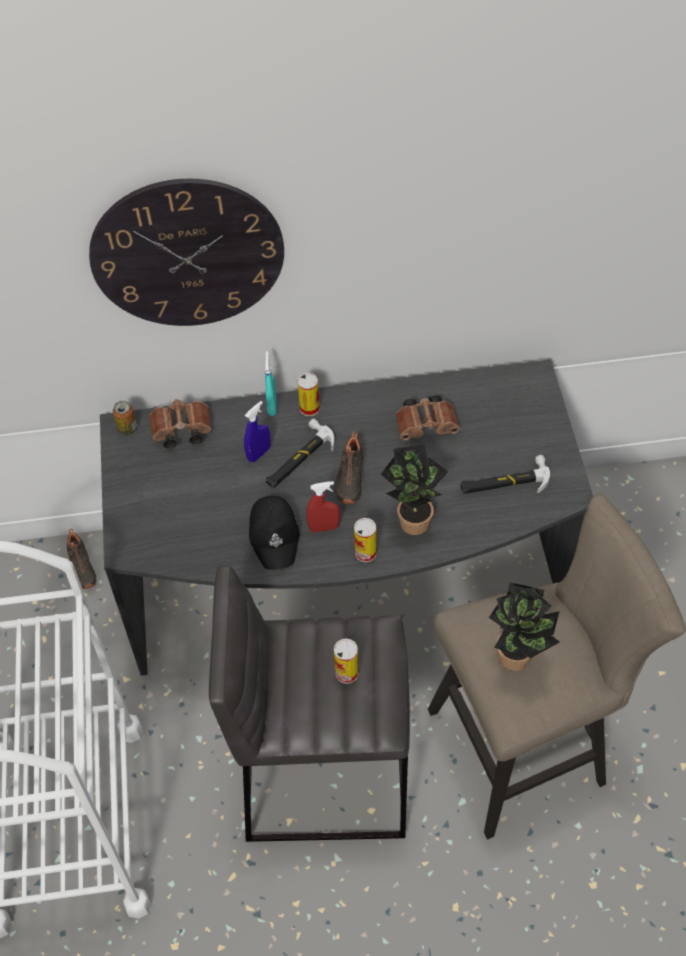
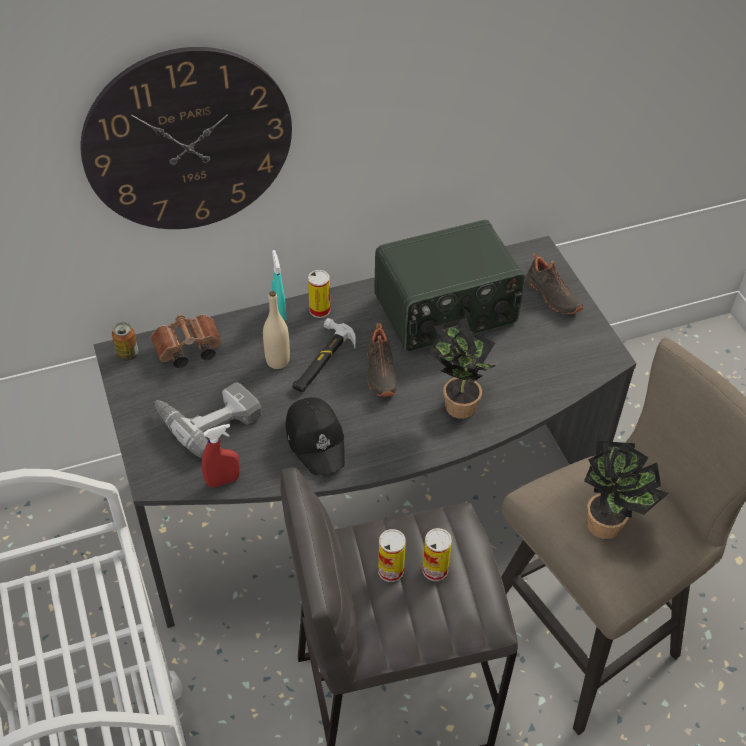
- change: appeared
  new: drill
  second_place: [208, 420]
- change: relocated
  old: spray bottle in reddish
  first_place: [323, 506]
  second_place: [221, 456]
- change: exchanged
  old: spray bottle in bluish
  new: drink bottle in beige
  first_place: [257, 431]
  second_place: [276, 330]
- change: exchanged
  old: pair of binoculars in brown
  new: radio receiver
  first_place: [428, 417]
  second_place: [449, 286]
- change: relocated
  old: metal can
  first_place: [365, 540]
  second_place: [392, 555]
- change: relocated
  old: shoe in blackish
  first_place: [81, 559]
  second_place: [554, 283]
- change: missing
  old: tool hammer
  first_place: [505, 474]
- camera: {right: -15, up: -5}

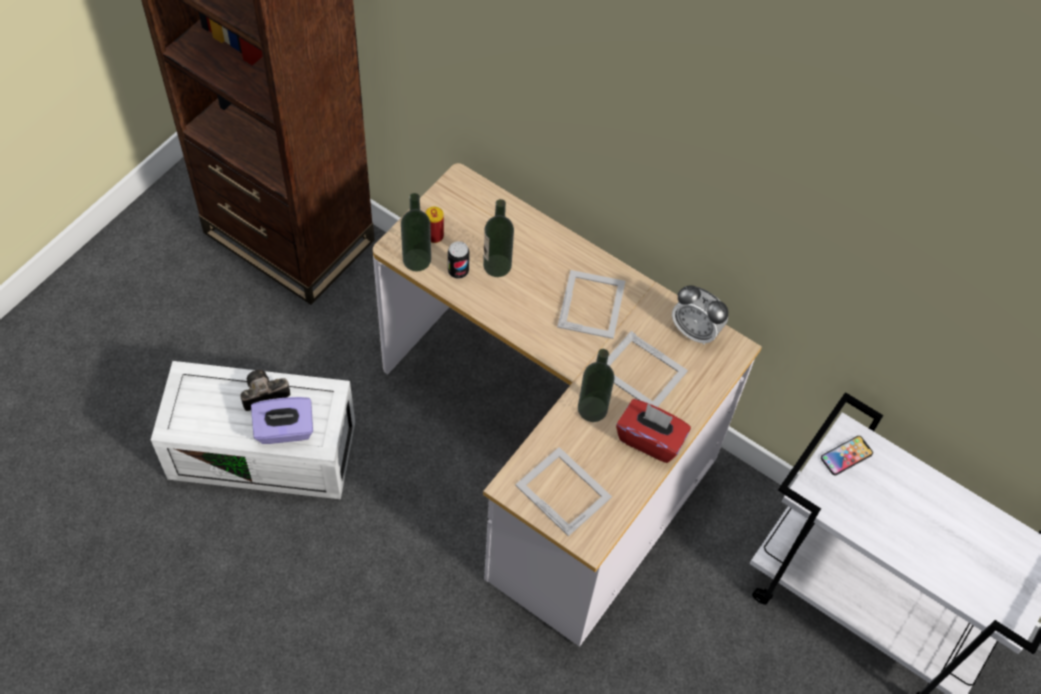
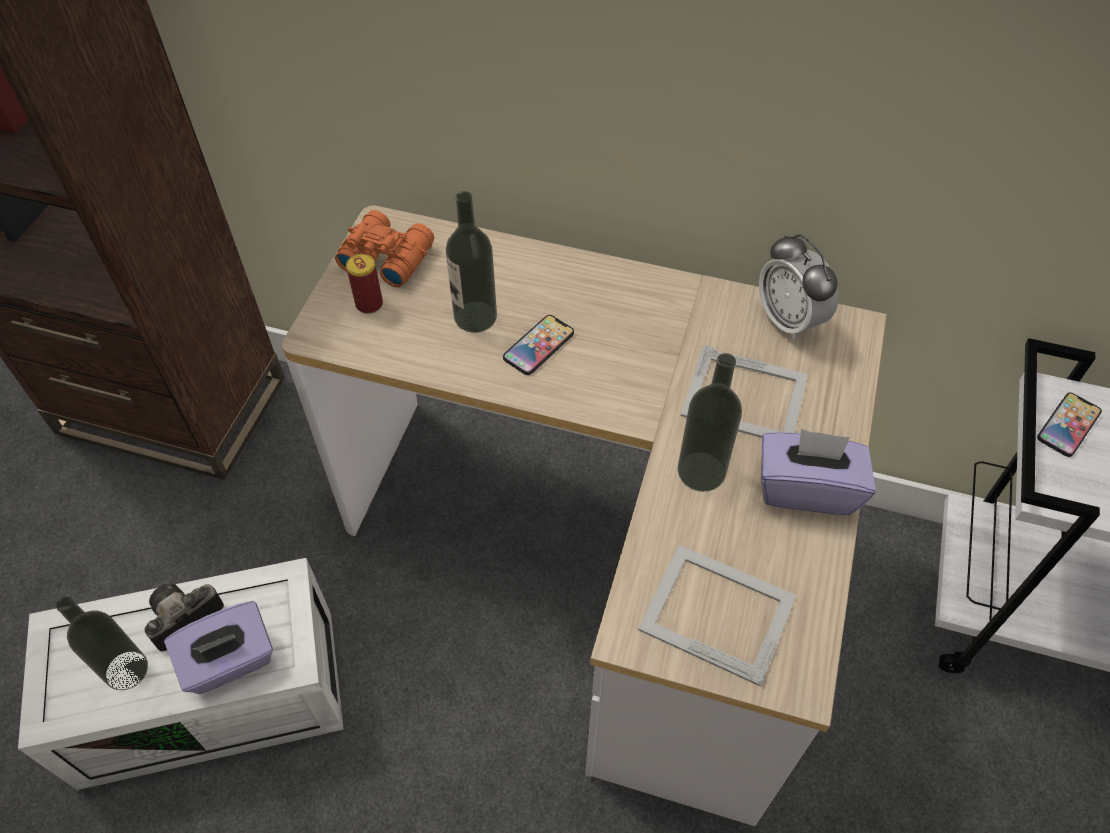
- change: relocated
  old: drink bottle
  first_place: [416, 232]
  second_place: [102, 643]
- change: appeared
  new: pair of binoculars in orangey
  second_place: [384, 248]
- change: appeared
  new: phone
  second_place: [538, 345]
- change: spun
  old: table clock
  first_place: [700, 315]
  second_place: [799, 287]
  degrees: 45
- change: colour
  old: box of tissues in reddish
  new: box of tissues in purplish
  first_place: [653, 431]
  second_place: [818, 471]
- change: missing
  old: metal can
  first_place: [459, 260]
- change: missing
  old: photo frame
  first_place: [591, 304]
- camera: {right: -15, up: -5}

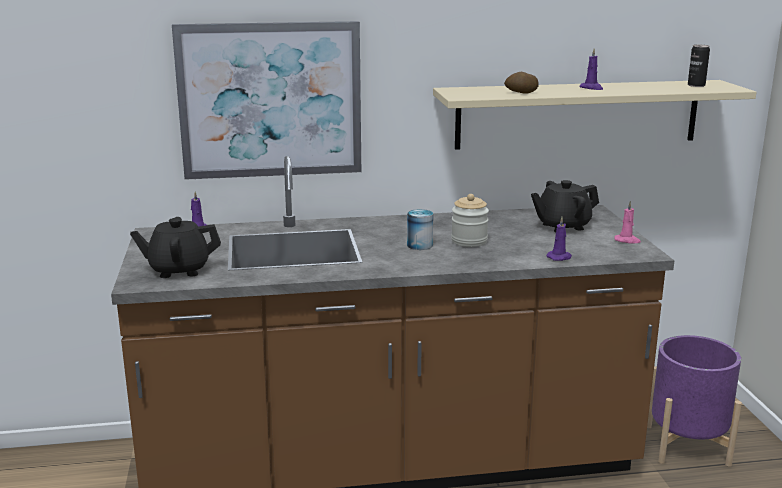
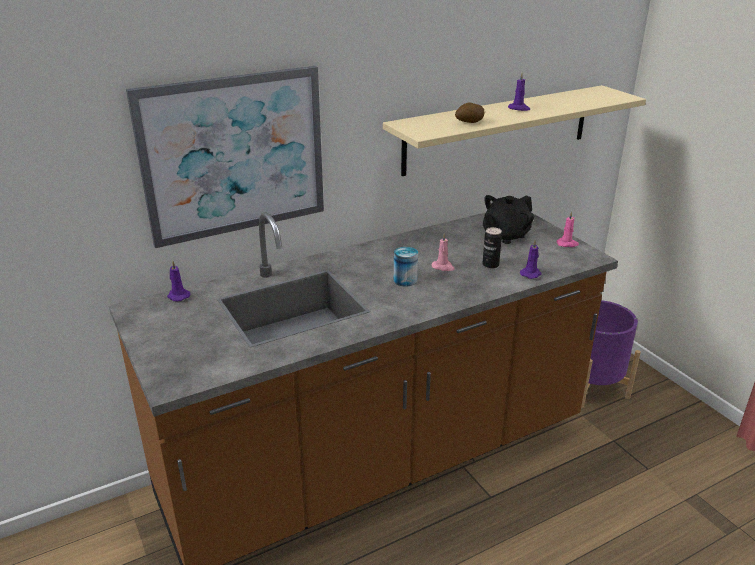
- change: exchanged
  old: preserve jar
  new: wax candle in pink
  first_place: [470, 220]
  second_place: [443, 252]
- change: relocated
  old: metal can
  first_place: [699, 66]
  second_place: [492, 248]
- change: missing
  old: tea pot in blackish
  first_place: [175, 247]
- camera: {right: -20, up: 10}

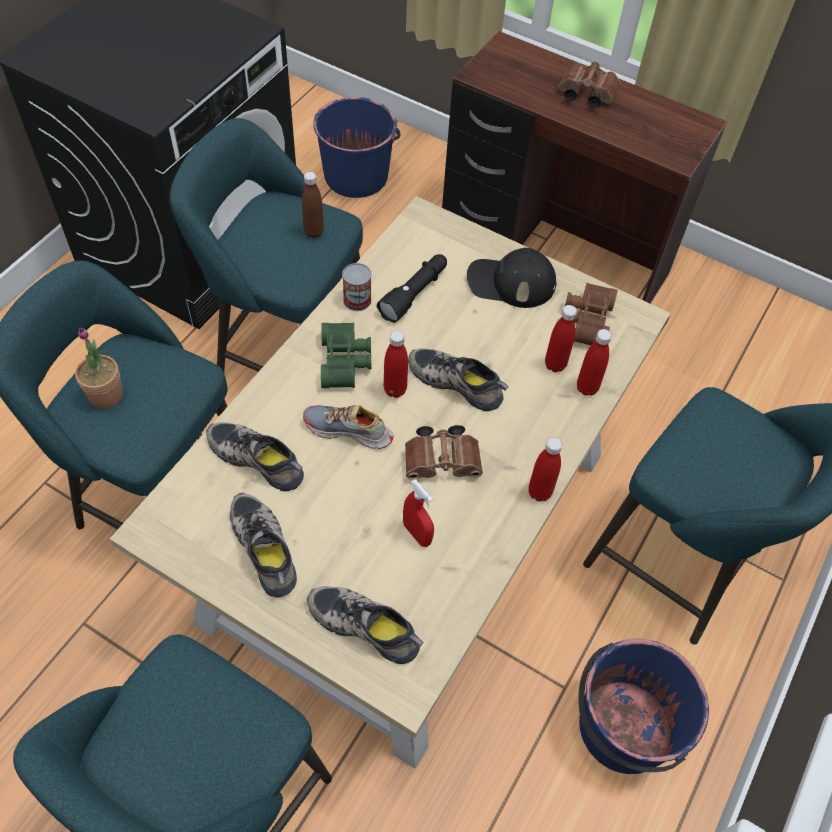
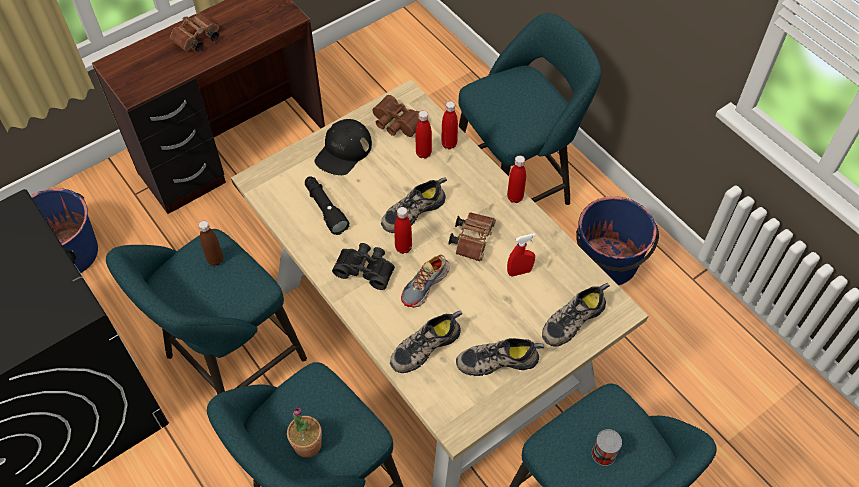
- change: colour
  old: pair of binoculars in greenish
  new: pair of binoculars in blackish
  first_place: [346, 355]
  second_place: [363, 266]
- change: relocated
  old: metal can
  first_place: [356, 287]
  second_place: [607, 447]
- camera: {right: -65, up: 0}

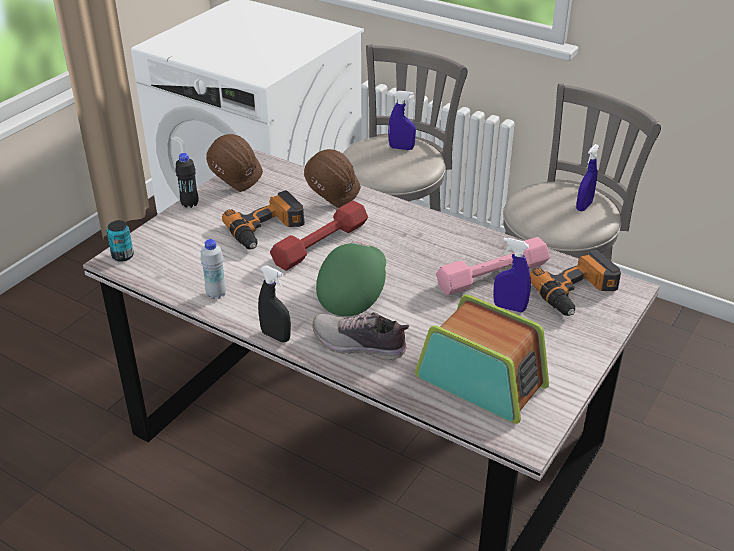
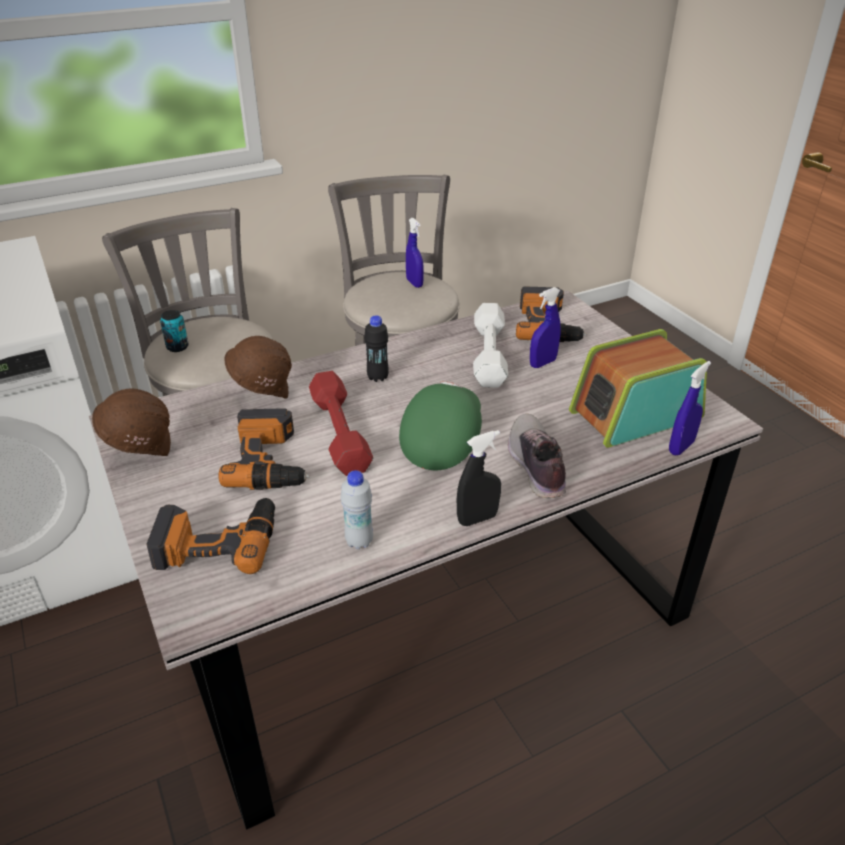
- change: appeared
  new: drill
  second_place: [211, 536]
- change: relocated
  old: metal can
  first_place: [120, 241]
  second_place: [174, 331]
- change: relocated
  old: drink bottle in blackish
  first_place: [187, 180]
  second_place: [376, 348]
- change: spun
  old: baseball cap in greenish
  first_place: [351, 278]
  second_place: [440, 425]
  degrees: 60
- change: colour
  old: dumbbell in pink
  new: dumbbell in white
  first_place: [493, 266]
  second_place: [490, 345]
- change: spun
  old: shoe
  first_place: [360, 336]
  second_place: [537, 455]
  degrees: 120
- change: relocated
  old: spray bottle in bluish
  first_place: [402, 120]
  second_place: [690, 408]
- camera: {right: -60, up: 0}

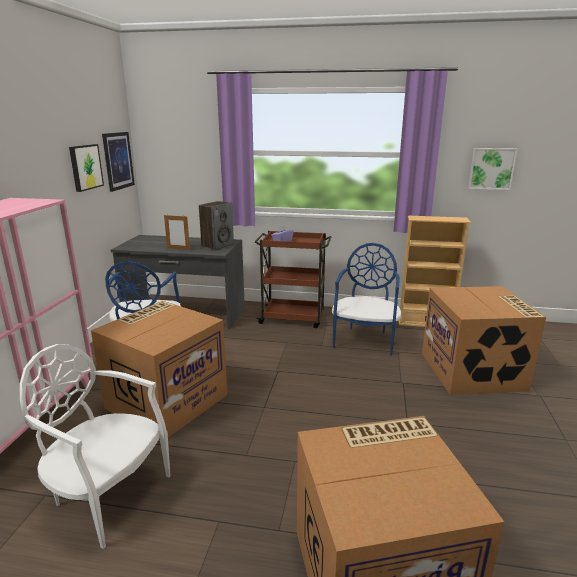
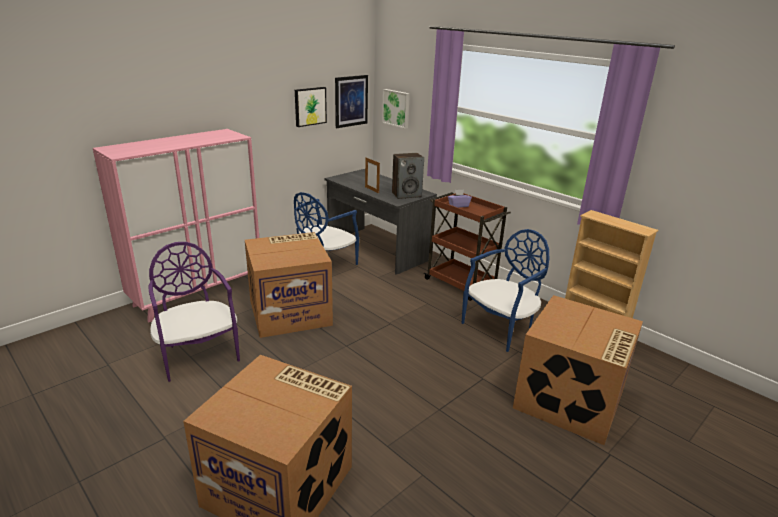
- change: colour
  old: upright chair in white
  new: upright chair in purplish
  first_place: [95, 446]
  second_place: [194, 312]
- change: relocated
  old: wall picture
  first_place: [492, 169]
  second_place: [396, 109]
- camera: {right: 35, up: 5}

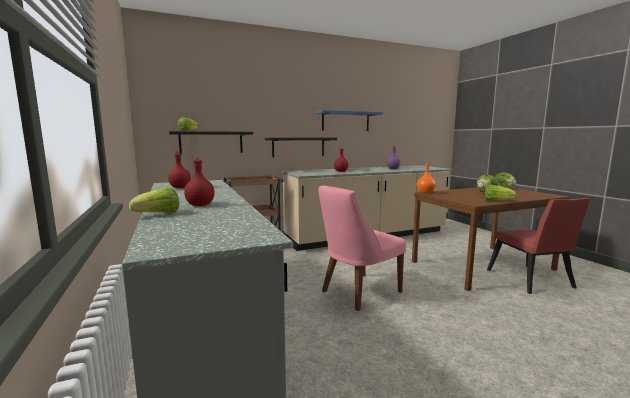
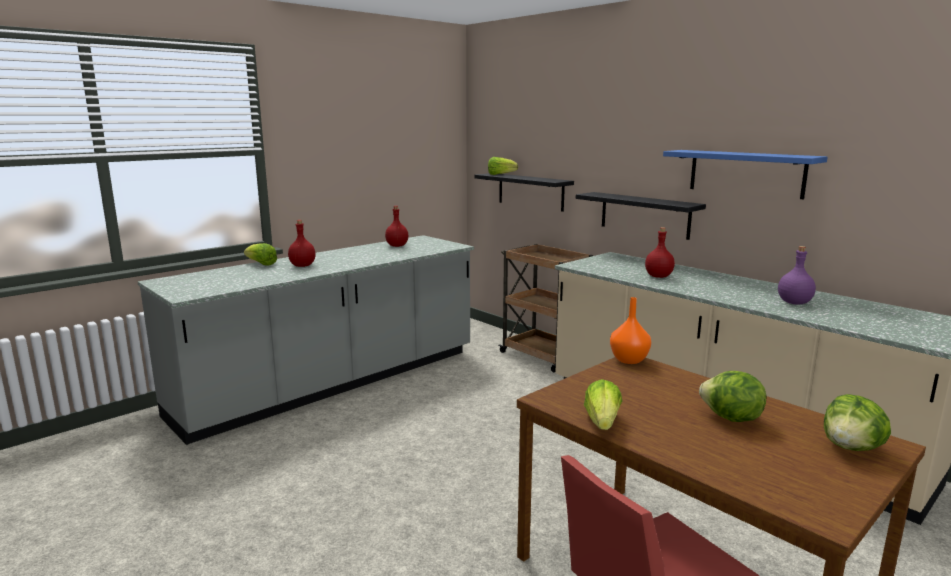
- change: missing
  old: upright chair in pink
  first_place: [362, 248]
- camera: {right: 70, up: 5}

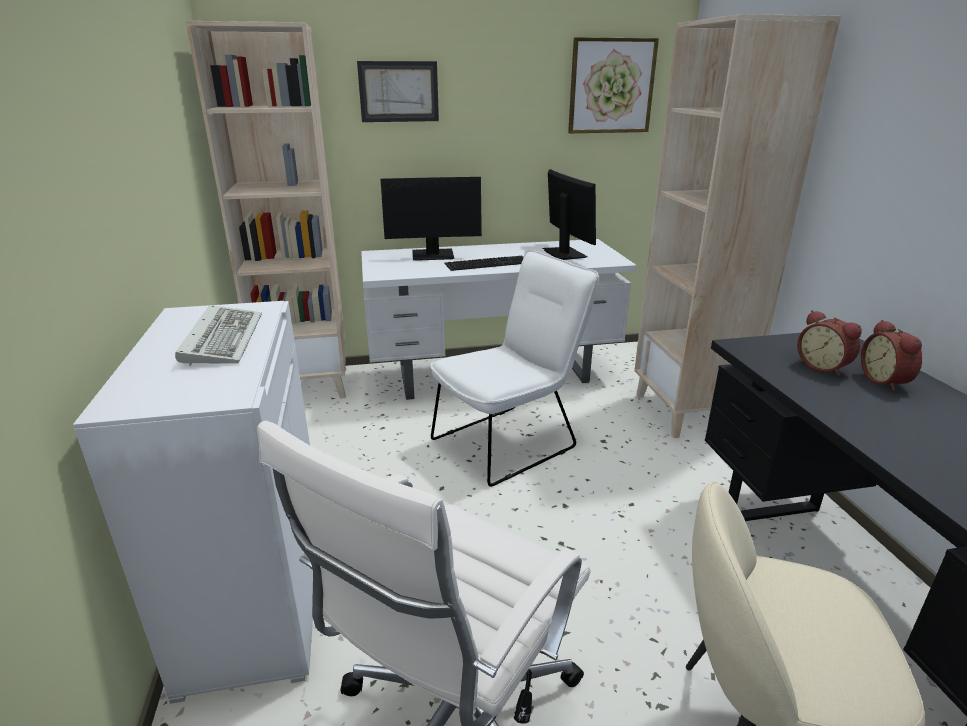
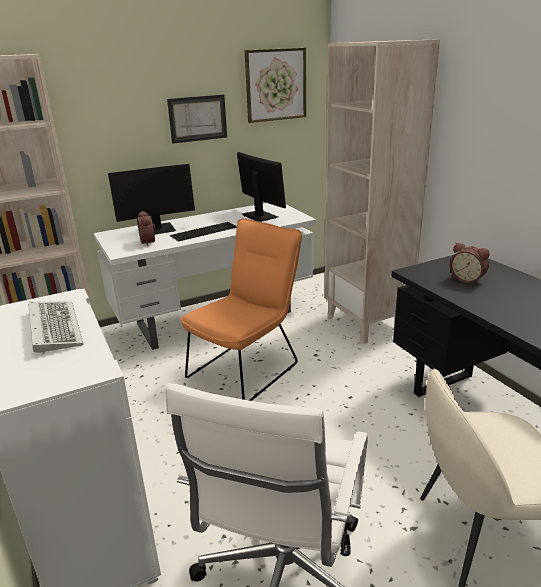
- change: relocated
  old: table clock
  first_place: [891, 355]
  second_place: [146, 228]
- change: relocated
  old: wall picture
  first_place: [398, 91]
  second_place: [197, 119]
- change: colour
  old: upright chair in white
  new: upright chair in orangey
  first_place: [514, 368]
  second_place: [241, 309]
- camera: {right: -15, up: 0}

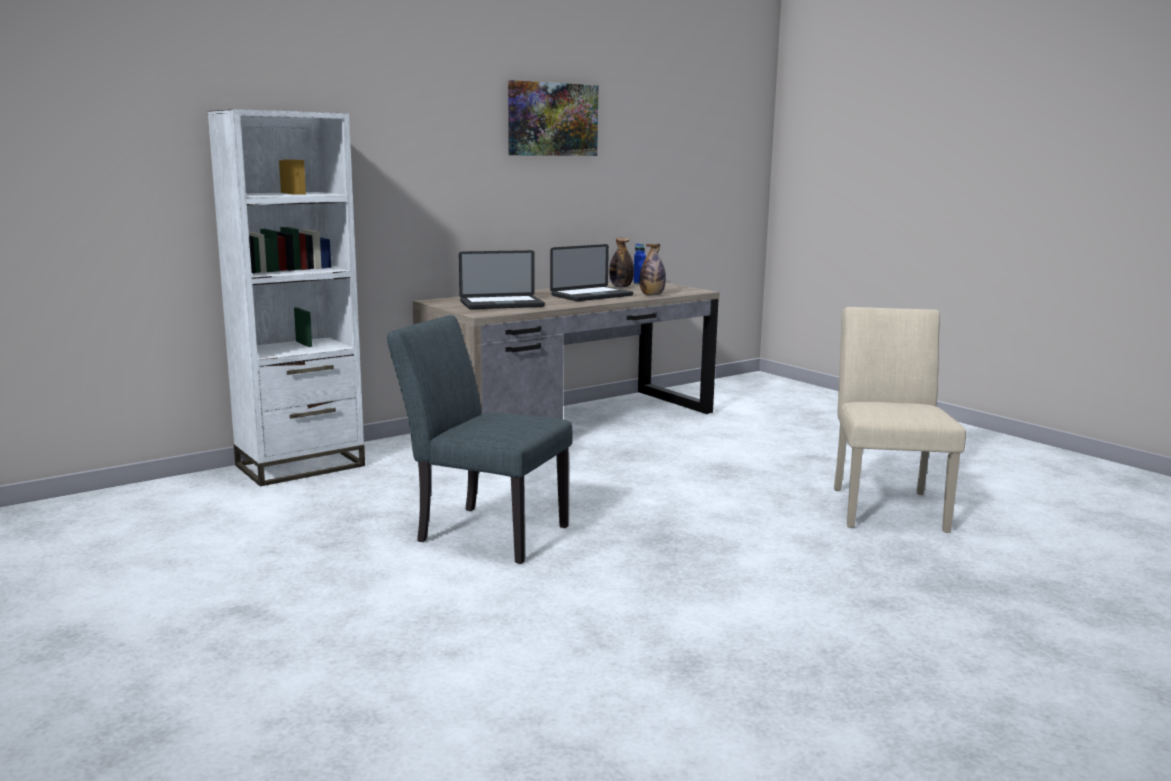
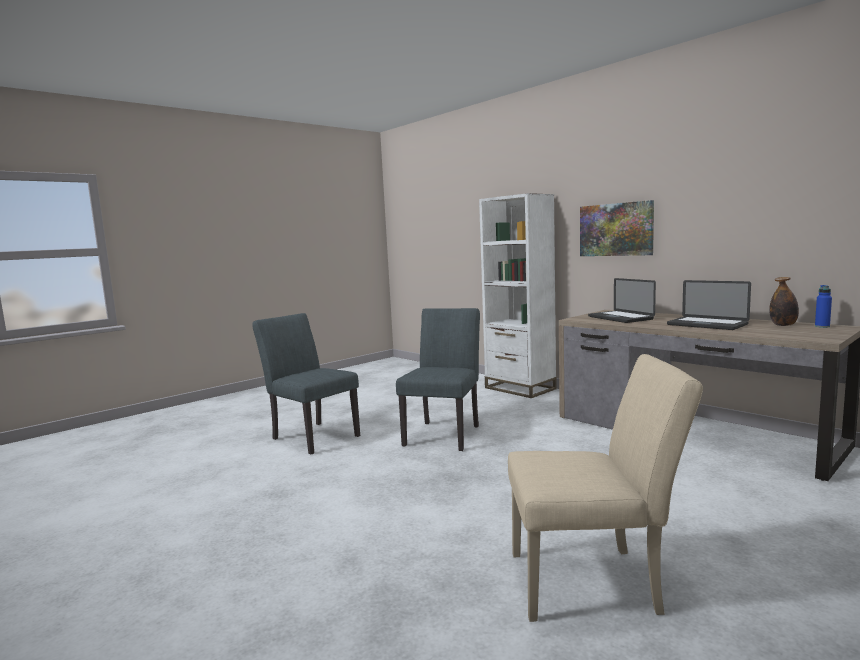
- change: appeared
  new: upright chair in gray
  second_place: [306, 384]
- change: relocated
  old: wall picture
  first_place: [553, 118]
  second_place: [617, 228]
- change: missing
  old: drink bottle
  first_place: [653, 270]
- camera: {right: 85, up: -5}

